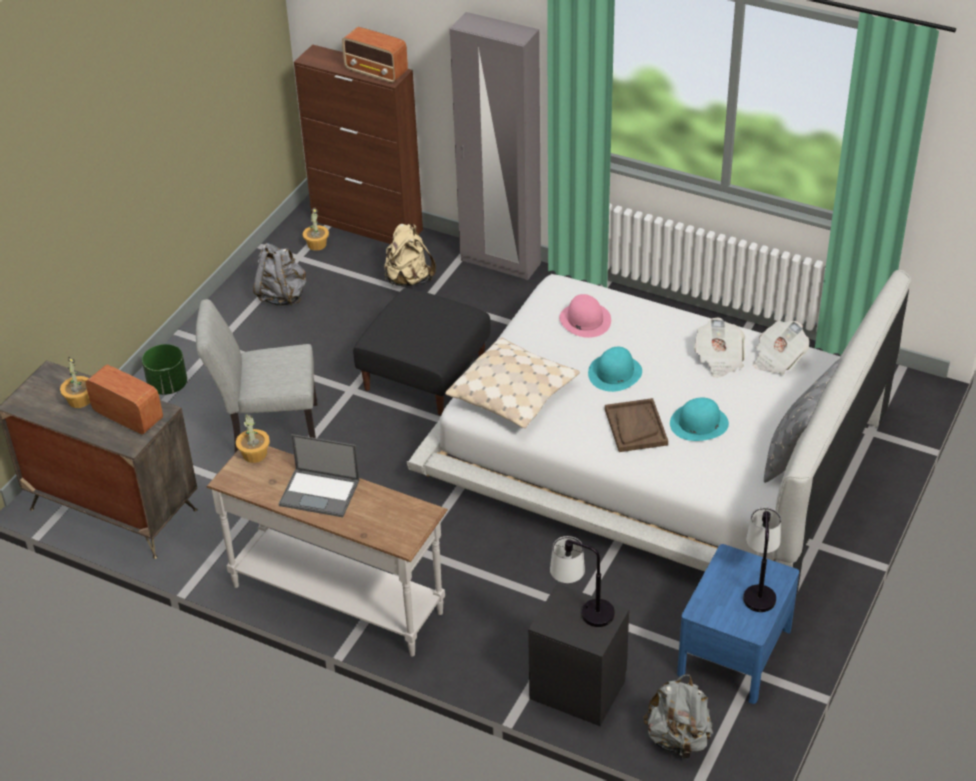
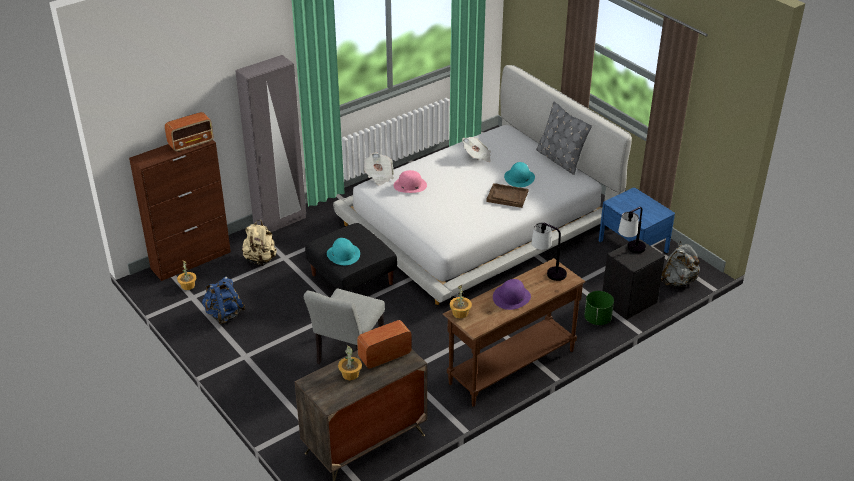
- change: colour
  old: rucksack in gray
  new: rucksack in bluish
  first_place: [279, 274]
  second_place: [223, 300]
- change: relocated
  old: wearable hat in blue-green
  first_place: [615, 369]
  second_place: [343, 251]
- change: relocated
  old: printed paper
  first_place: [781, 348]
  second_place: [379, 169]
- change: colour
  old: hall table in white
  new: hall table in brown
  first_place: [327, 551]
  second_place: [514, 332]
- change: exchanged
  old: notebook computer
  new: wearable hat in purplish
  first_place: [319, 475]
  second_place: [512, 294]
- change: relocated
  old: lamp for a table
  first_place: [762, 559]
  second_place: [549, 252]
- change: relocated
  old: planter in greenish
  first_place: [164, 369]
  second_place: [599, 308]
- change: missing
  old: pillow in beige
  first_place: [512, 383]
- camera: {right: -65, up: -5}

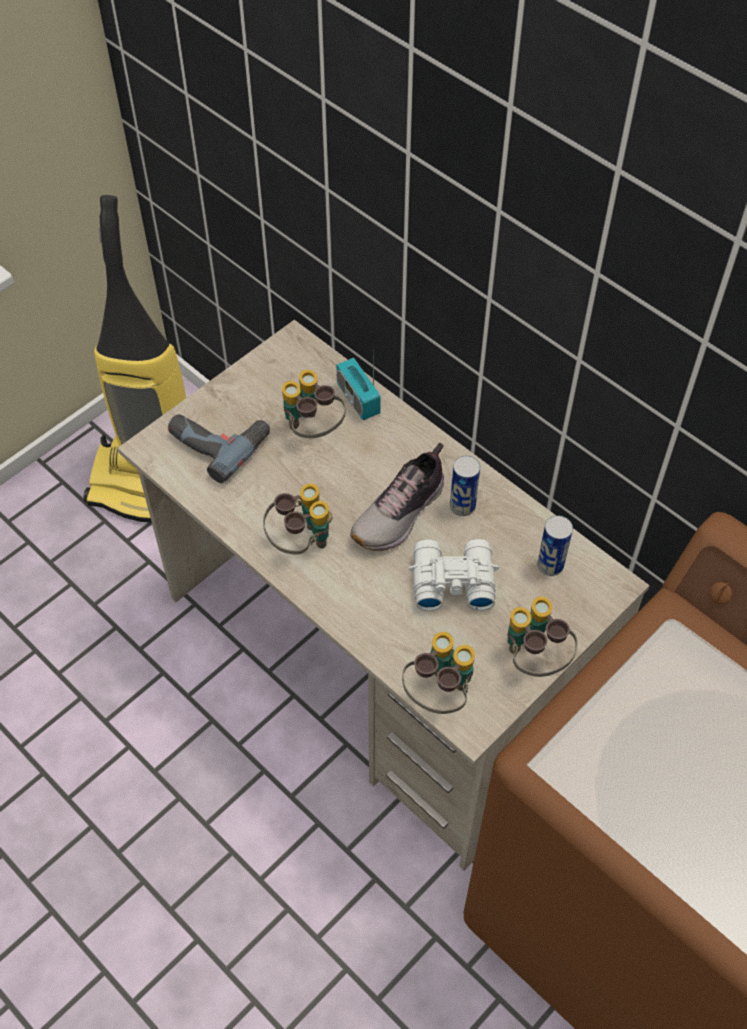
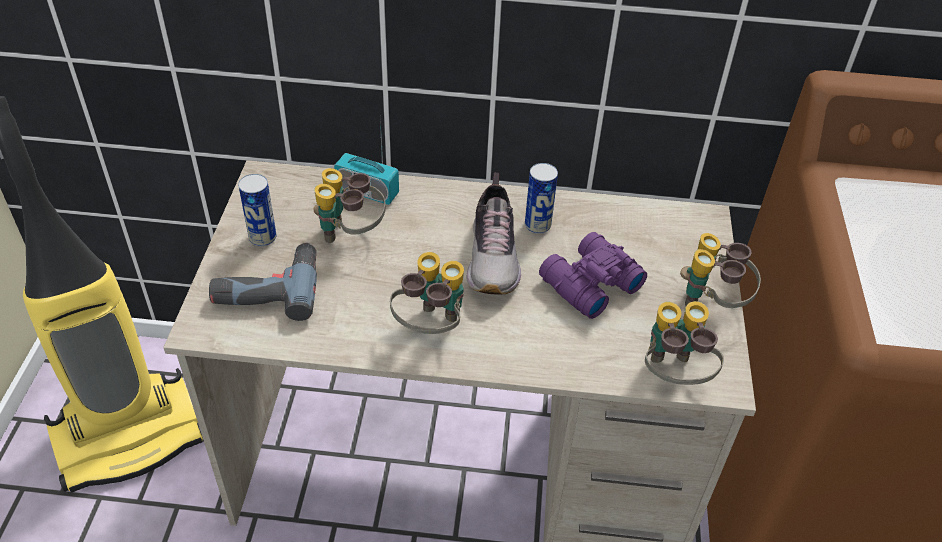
- change: relocated
  old: metal can
  first_place: [555, 546]
  second_place: [257, 210]
- change: colour
  old: pair of binoculars in white
  new: pair of binoculars in purplish
  first_place: [454, 575]
  second_place: [593, 275]
- camera: {right: -40, up: -10}

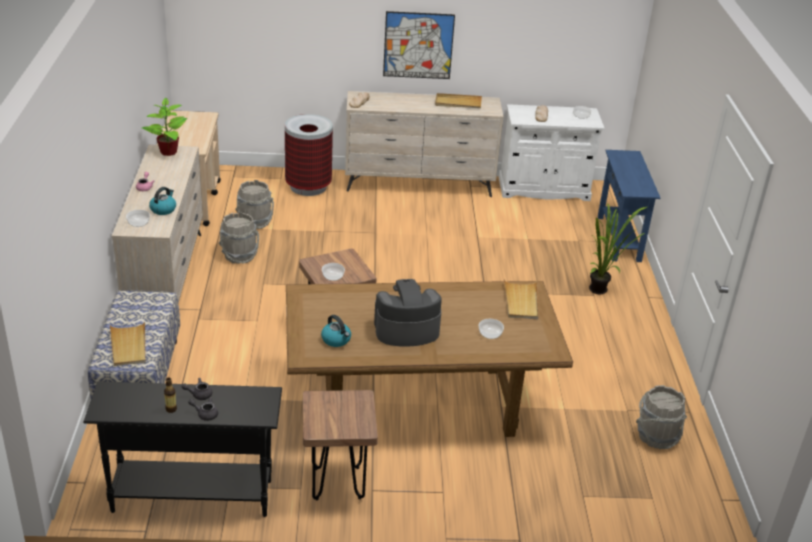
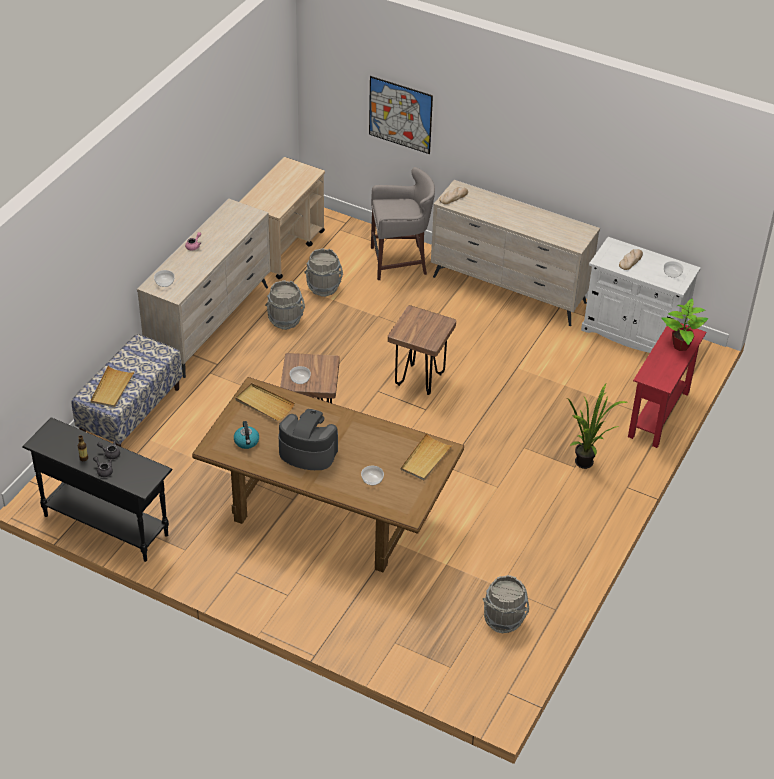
- change: relocated
  old: carrying tray in beige
  first_place: [458, 100]
  second_place: [265, 402]
- change: relocated
  old: wall picture
  first_place: [419, 45]
  second_place: [401, 115]
- change: exchanged
  old: trash can
  new: stool in gray
  first_place: [309, 155]
  second_place: [403, 223]
- change: relocated
  old: stool in brown
  first_place: [340, 445]
  second_place: [422, 350]
- change: colour
  old: hall table in bluish
  new: hall table in reddish
  first_place: [629, 206]
  second_place: [667, 385]
- change: relocated
  old: houseplant
  first_place: [164, 127]
  second_place: [684, 324]
- change: missing
  old: tea kettle
  first_place: [162, 201]
- camera: {right: 30, up: 10}

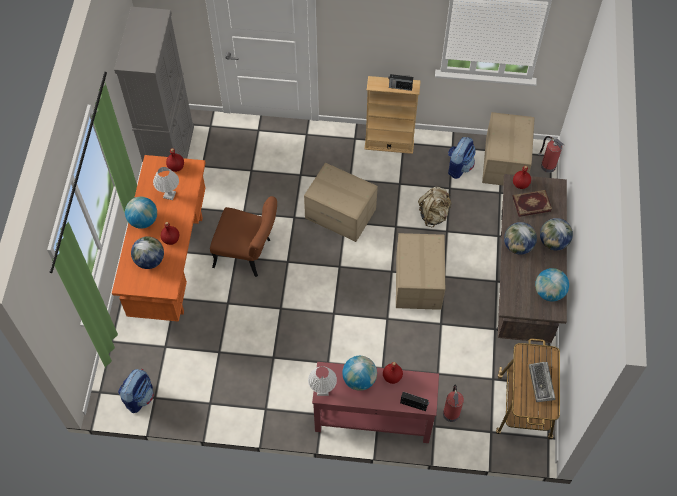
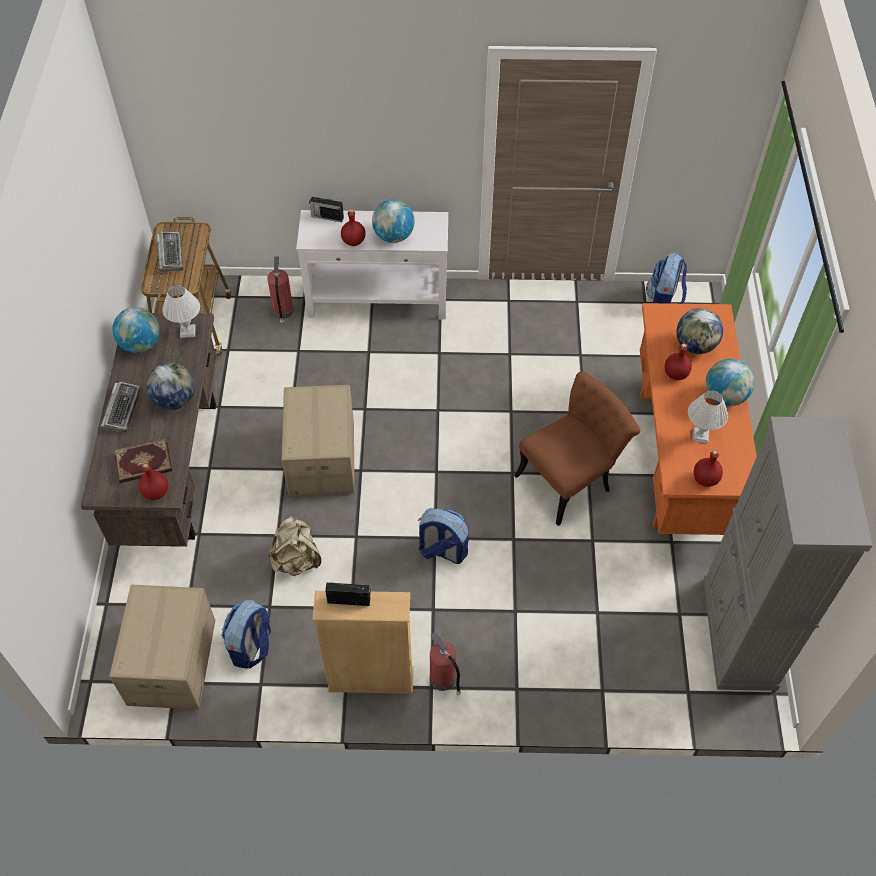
- change: exchanged
  old: world globe
  new: keyboard
  first_place: [556, 234]
  second_place: [120, 407]
- change: relocated
  old: lamp for a table in white
  first_place: [322, 381]
  second_place: [181, 311]
- change: colour
  old: hall table in reddish
  new: hall table in white
  first_place: [375, 402]
  second_place: [372, 265]
- change: exchanged
  old: cardboard box
  new: rucksack
  first_place: [341, 202]
  second_place: [443, 536]
- change: relocated
  old: fire extinguisher
  first_place: [551, 154]
  second_place: [445, 663]
- change: spun
  old: upright chair in brown
  first_place: [243, 236]
  second_place: [577, 448]
  degrees: 135
- camera: {right: 175, up: -5}

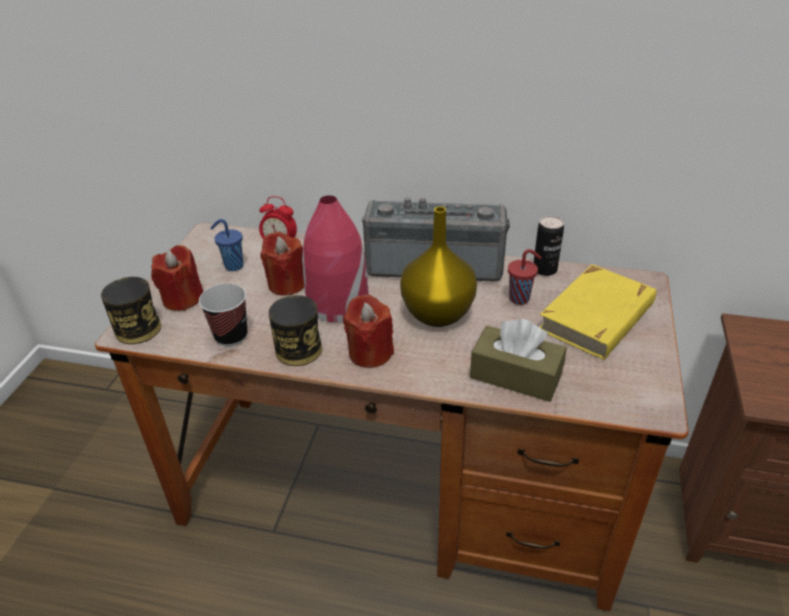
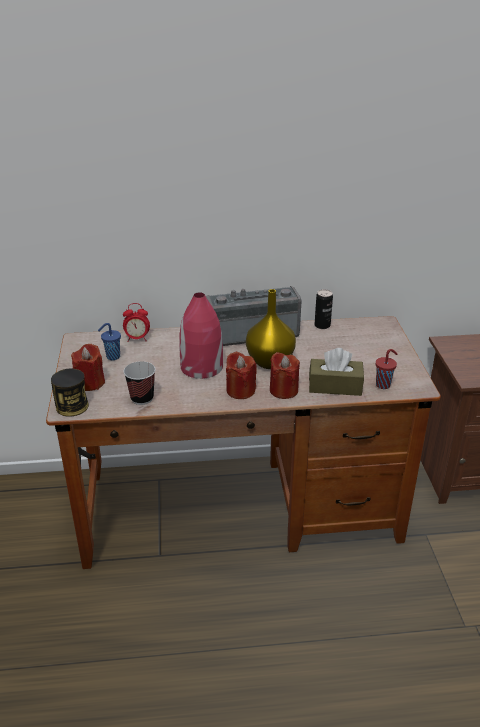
- change: relocated
  old: wax candle in reddish
  first_place: [282, 263]
  second_place: [285, 375]
- change: relocated
  old: small cup in reddish
  first_place: [525, 277]
  second_place: [387, 369]
- change: missing
  old: metal can
  first_place: [295, 330]
- change: missing
  old: book in yellowish
  first_place: [597, 312]
- camera: {right: -20, up: -5}

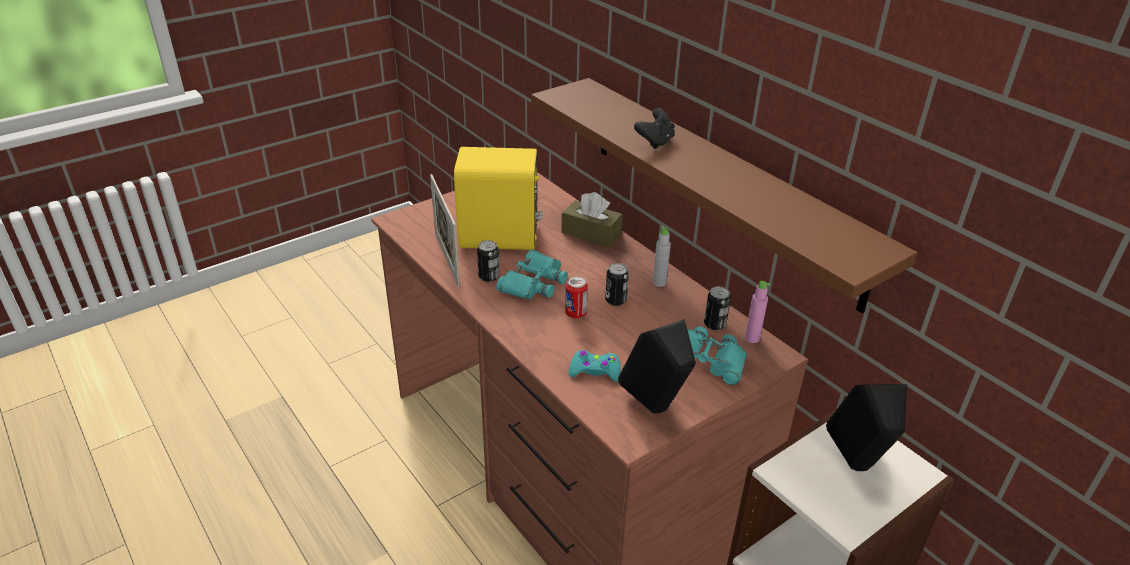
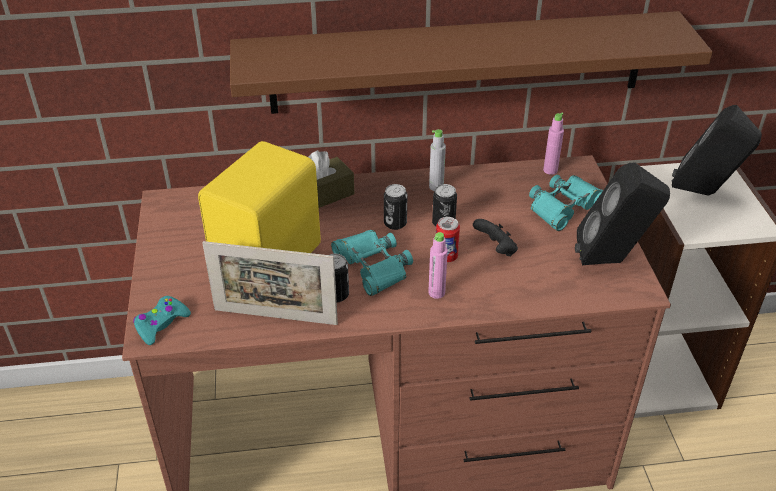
- change: relocated
  old: game controller in blue-green
  first_place: [595, 366]
  second_place: [162, 320]
- change: relocated
  old: metal can
  first_place: [717, 308]
  second_place: [395, 207]
- change: appeared
  new: drink bottle in pink
  second_place: [438, 265]
- change: relocated
  old: game controller in blackish
  first_place: [654, 128]
  second_place: [495, 237]
- camera: {right: -60, up: 5}

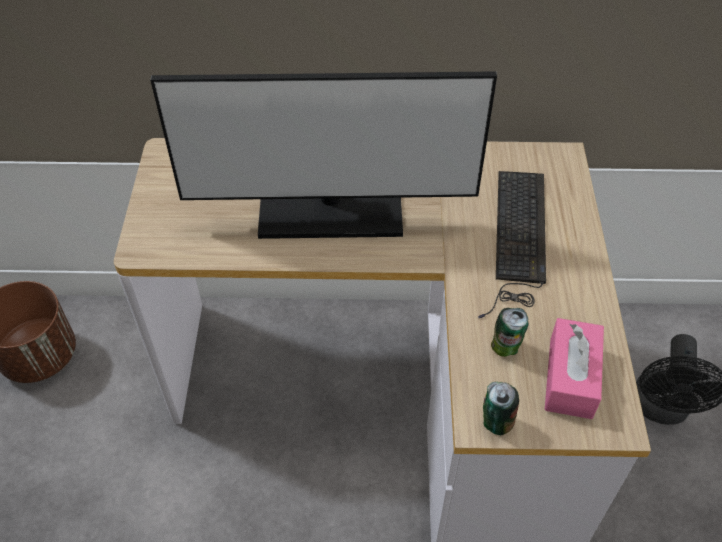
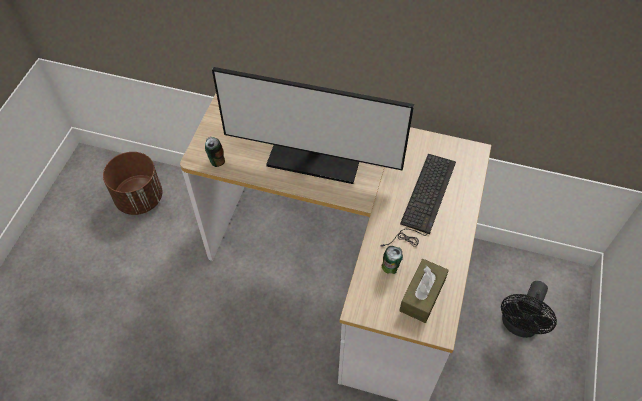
- change: relocated
  old: metal can
  first_place: [501, 408]
  second_place: [215, 152]
- change: colour
  old: box of tissues in pink
  new: box of tissues in brown
  first_place: [574, 368]
  second_place: [424, 291]
- camera: {right: 15, up: 5}

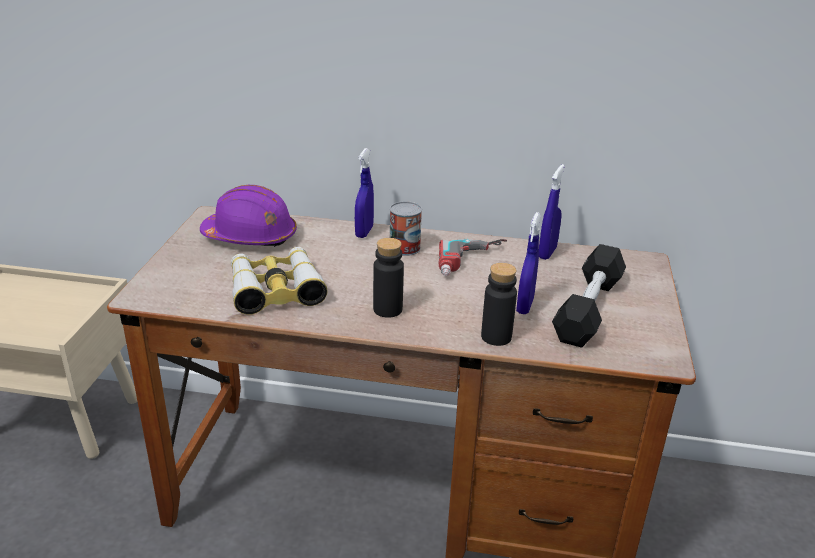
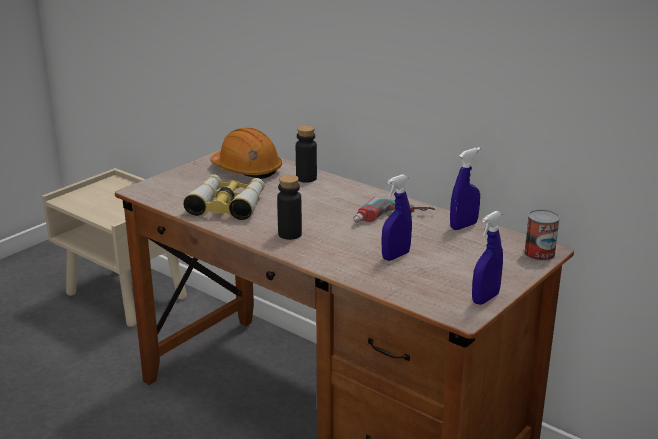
- change: colour
  old: safety helmet in purplish
  new: safety helmet in orangey
  first_place: [248, 216]
  second_place: [246, 153]
- change: relocated
  old: drink bottle in blackish
  first_place: [499, 304]
  second_place: [306, 154]
- change: relocated
  old: spray bottle in bluish
  first_place: [364, 193]
  second_place: [487, 258]
- change: relocated
  old: metal can
  first_place: [406, 228]
  second_place: [542, 235]
- change: missing
  old: dumbbell in blackish
  first_place: [589, 296]
- camera: {right: 30, up: -5}

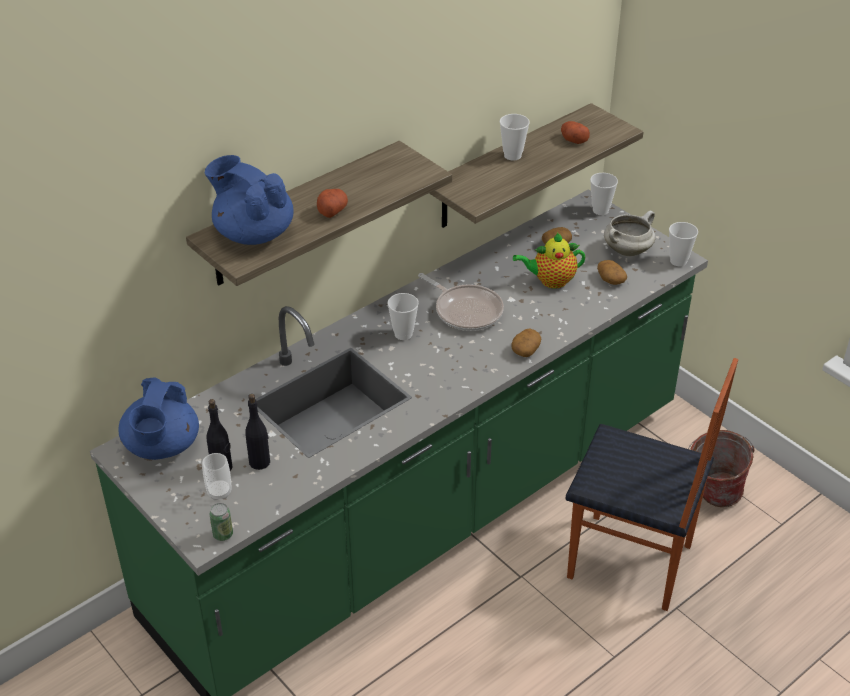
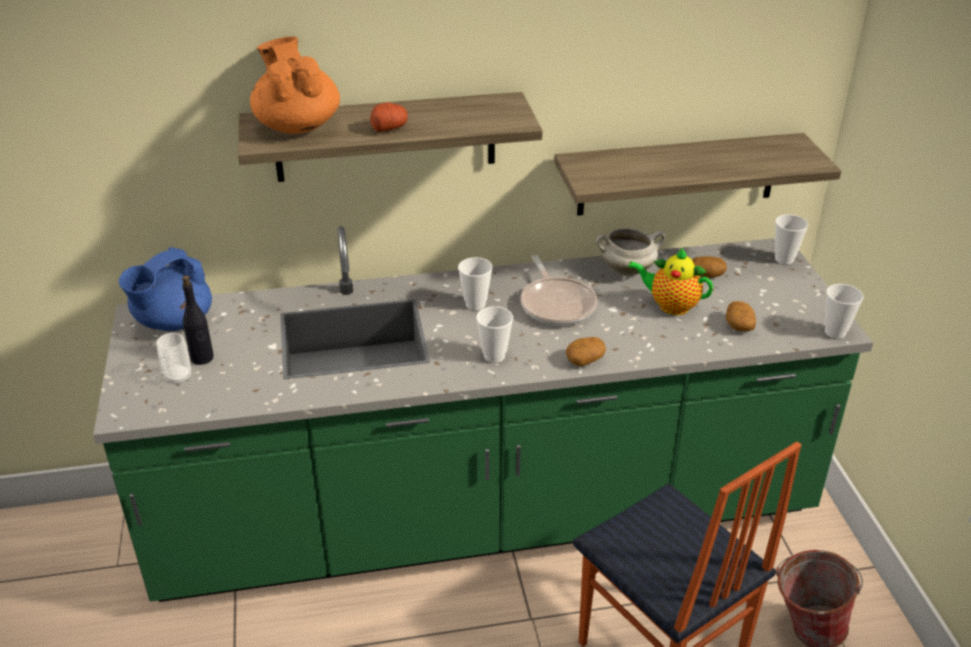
- change: colour
  old: tea pot in bluish
  new: tea pot in orangey
  first_place: [249, 200]
  second_place: [295, 85]
- change: relocated
  old: small cup
  first_place: [515, 137]
  second_place: [494, 334]
- change: relocated
  old: cooking pot in white
  first_place: [629, 233]
  second_place: [630, 251]
- change: missing
  old: metal can
  first_place: [221, 522]
- change: missing
  old: drink bottle in blackish
  first_place: [257, 432]
- change: missing
  old: whole potato
  first_place: [575, 132]
- camera: {right: 30, up: -5}

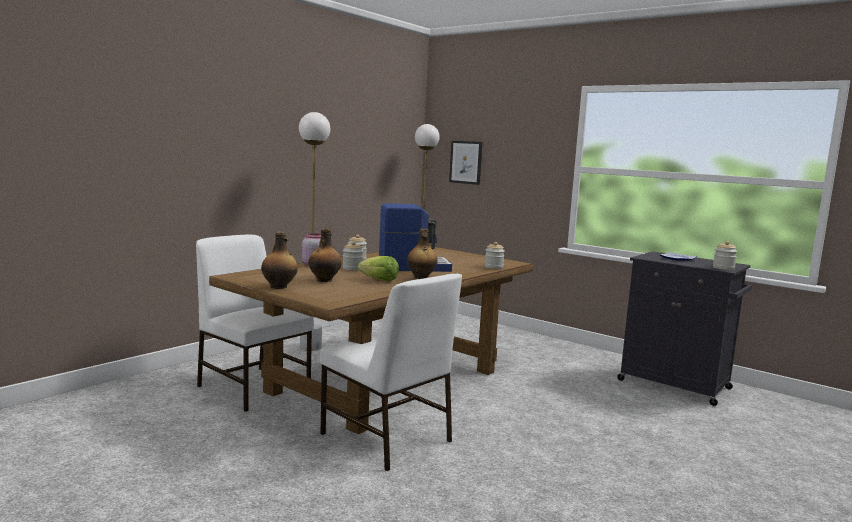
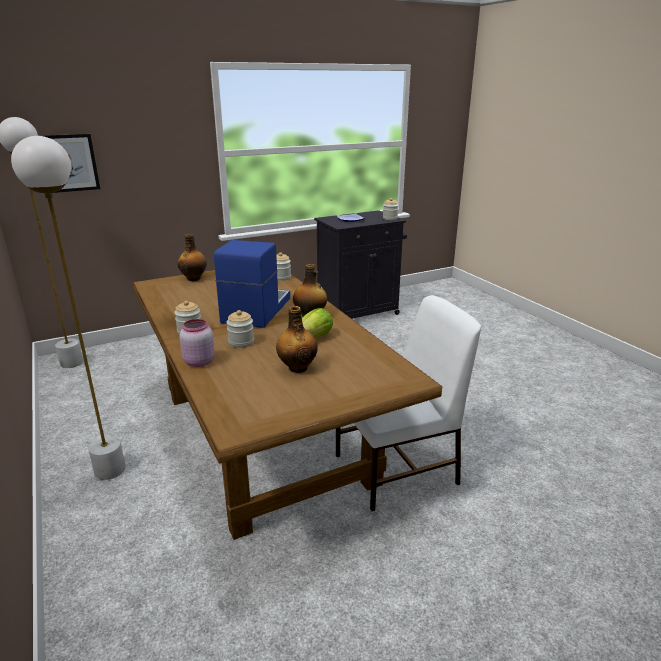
- change: relocated
  old: drink bottle
  first_place: [279, 260]
  second_place: [192, 257]
- change: missing
  old: upright chair in white
  first_place: [255, 323]
- camera: {right: -65, up: 15}

